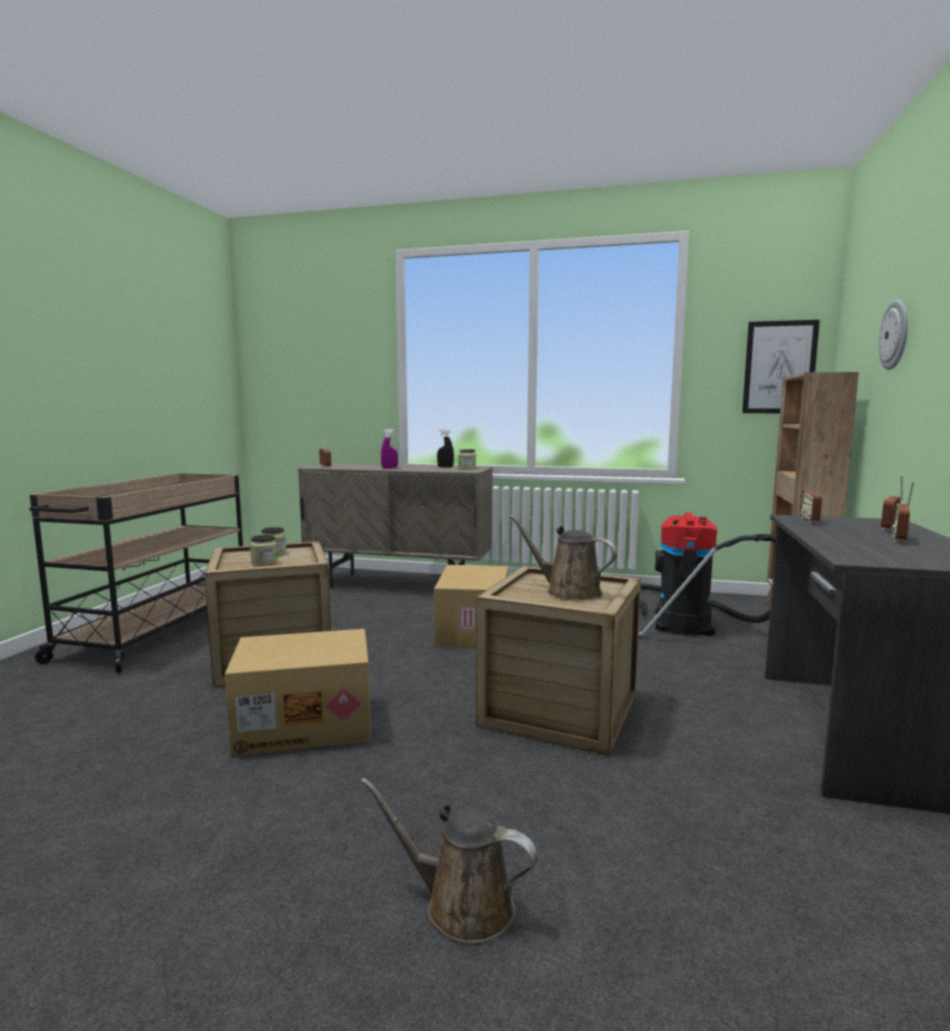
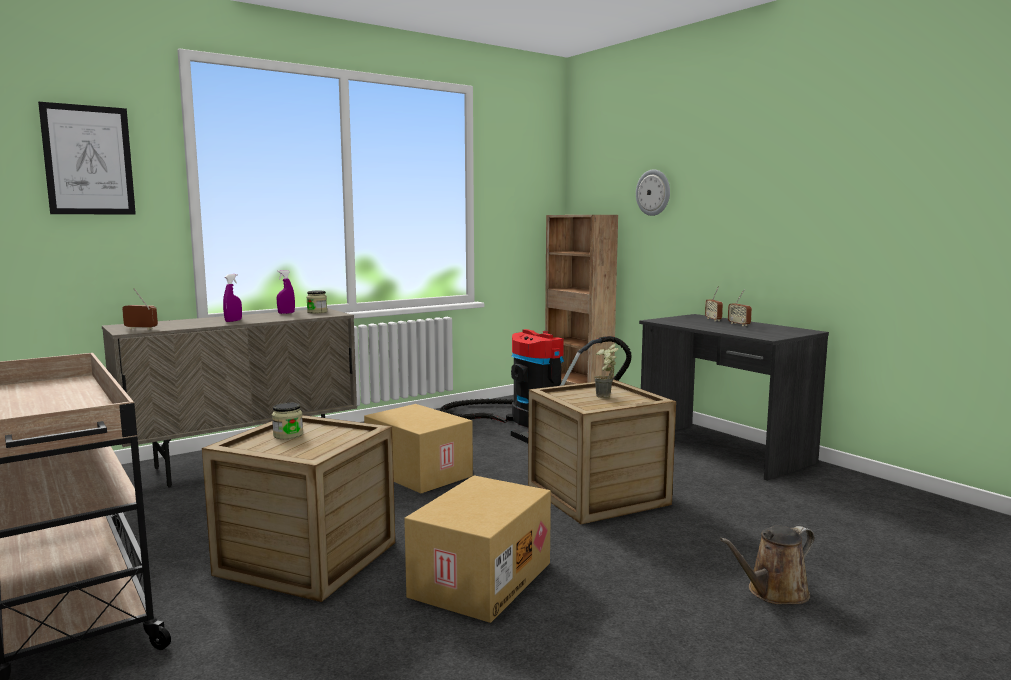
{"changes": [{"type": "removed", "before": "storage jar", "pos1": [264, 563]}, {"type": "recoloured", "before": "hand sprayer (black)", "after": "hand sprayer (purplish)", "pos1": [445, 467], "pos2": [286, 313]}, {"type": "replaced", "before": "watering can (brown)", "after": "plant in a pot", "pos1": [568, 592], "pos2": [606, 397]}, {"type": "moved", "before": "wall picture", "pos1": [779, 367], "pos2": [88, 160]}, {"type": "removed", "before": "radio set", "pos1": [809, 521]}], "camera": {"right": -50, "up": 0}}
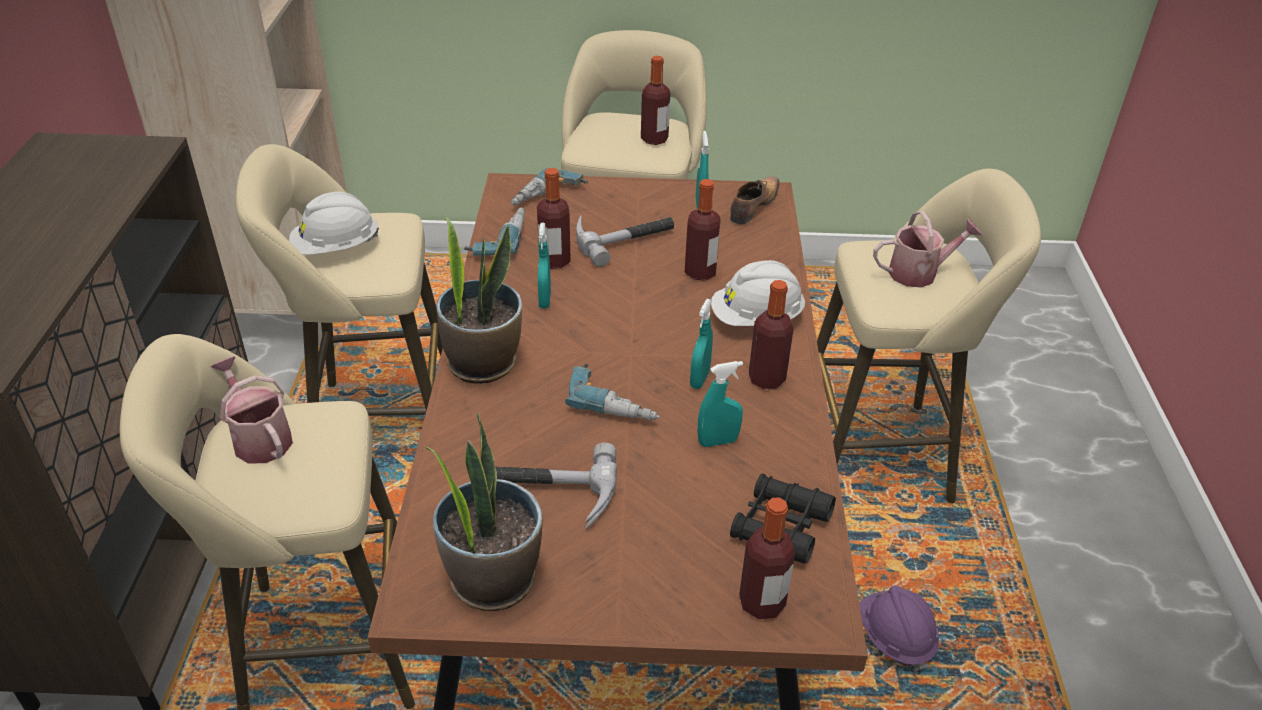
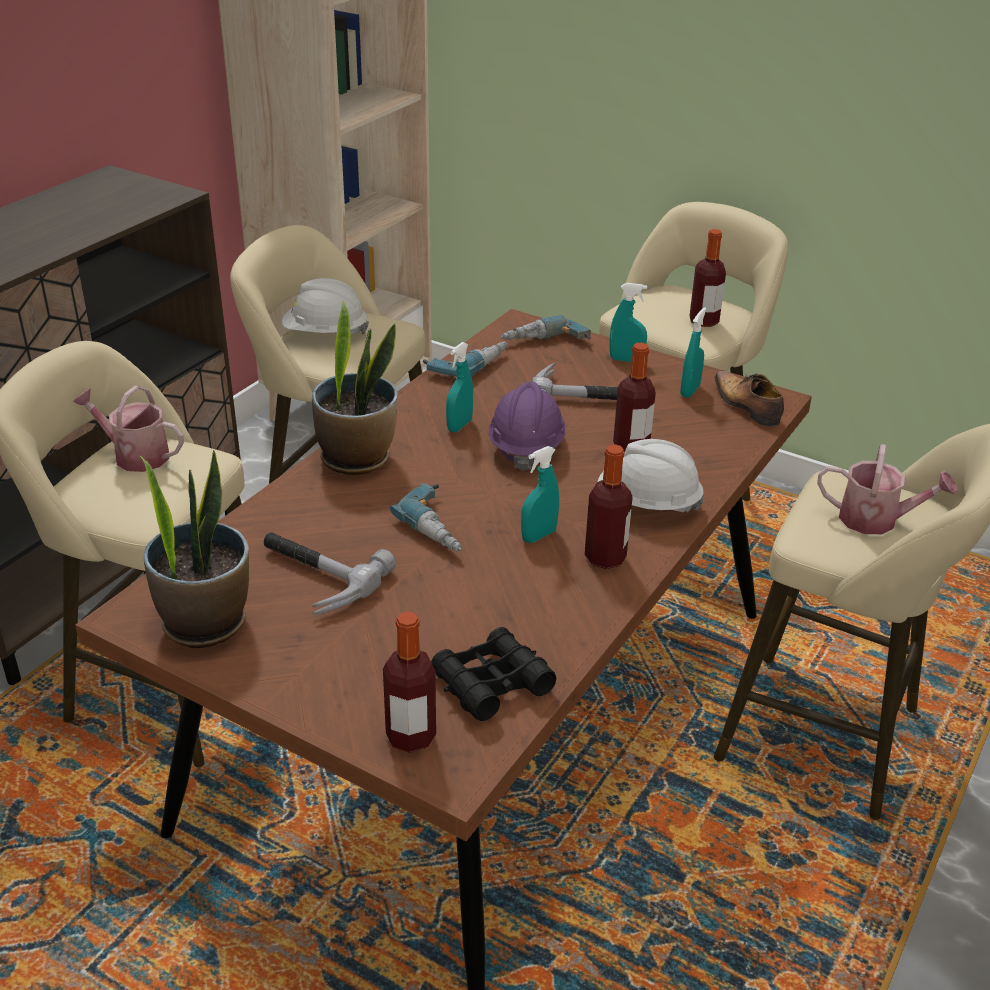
{"changes": [{"type": "turned", "before": "watering can", "pos1": [259, 438], "pos2": [135, 455], "turn": -60}, {"type": "removed", "before": "bottle", "pos1": [554, 261]}, {"type": "moved", "before": "hand sprayer (turquoise)", "pos1": [718, 441], "pos2": [626, 360]}, {"type": "turned", "before": "low shoe", "pos1": [753, 206], "pos2": [746, 406], "turn": -90}, {"type": "moved", "before": "hard hat (purplish)", "pos1": [894, 637], "pos2": [526, 447]}], "camera": {"right": 30, "up": -5}}
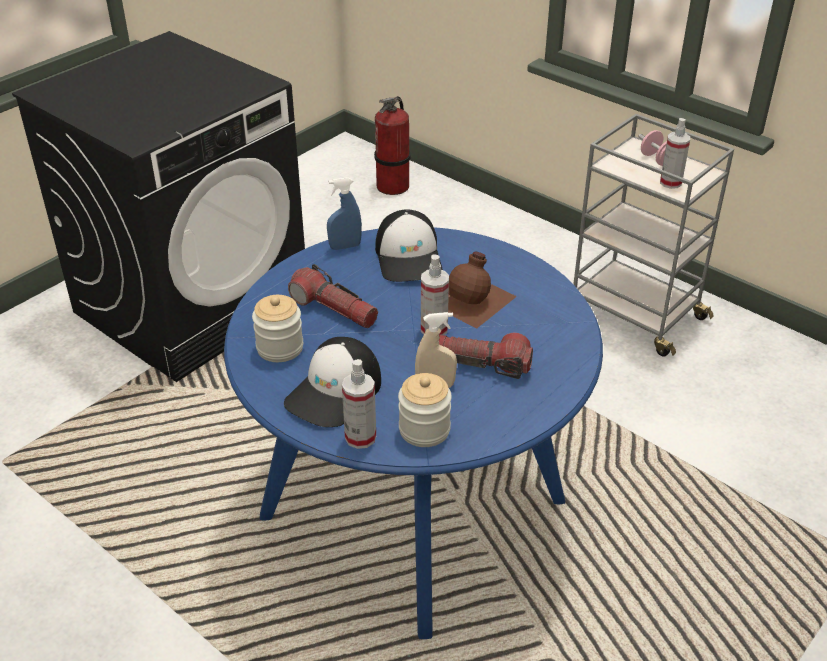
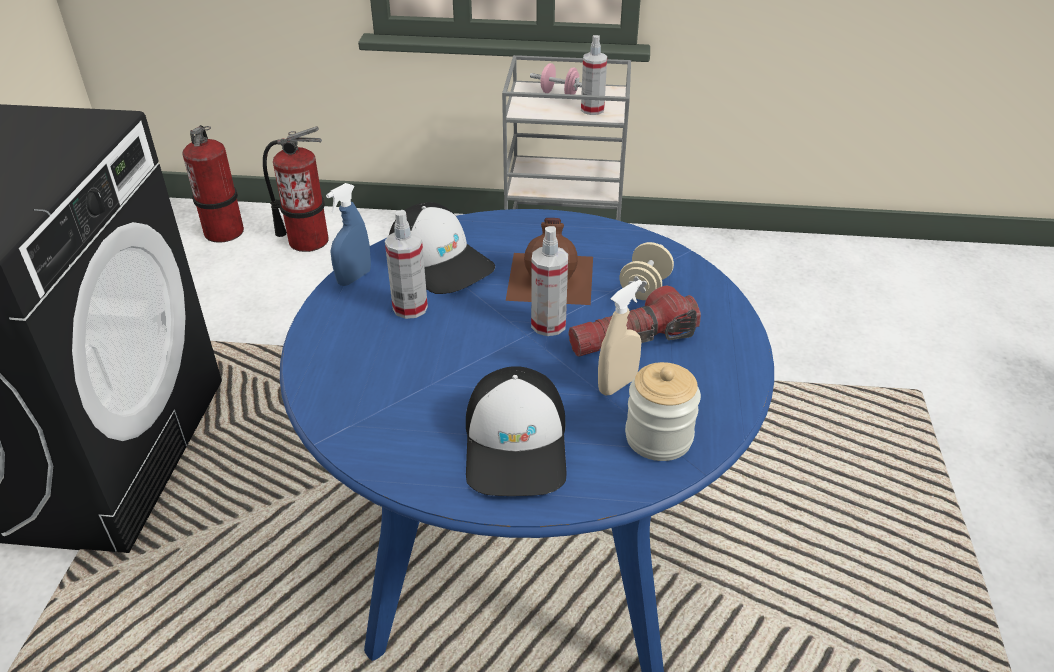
{"changes": [{"type": "removed", "before": "storage jar", "pos1": [280, 348]}, {"type": "removed", "before": "flashlight", "pos1": [334, 309]}, {"type": "moved", "before": "hand sprayer", "pos1": [360, 437], "pos2": [410, 308]}, {"type": "added", "after": "fire extinguisher", "pos2": [308, 240]}, {"type": "added", "after": "dumbbell (beige-coloured)", "pos2": [645, 288]}], "camera": {"right": -35, "up": 0}}
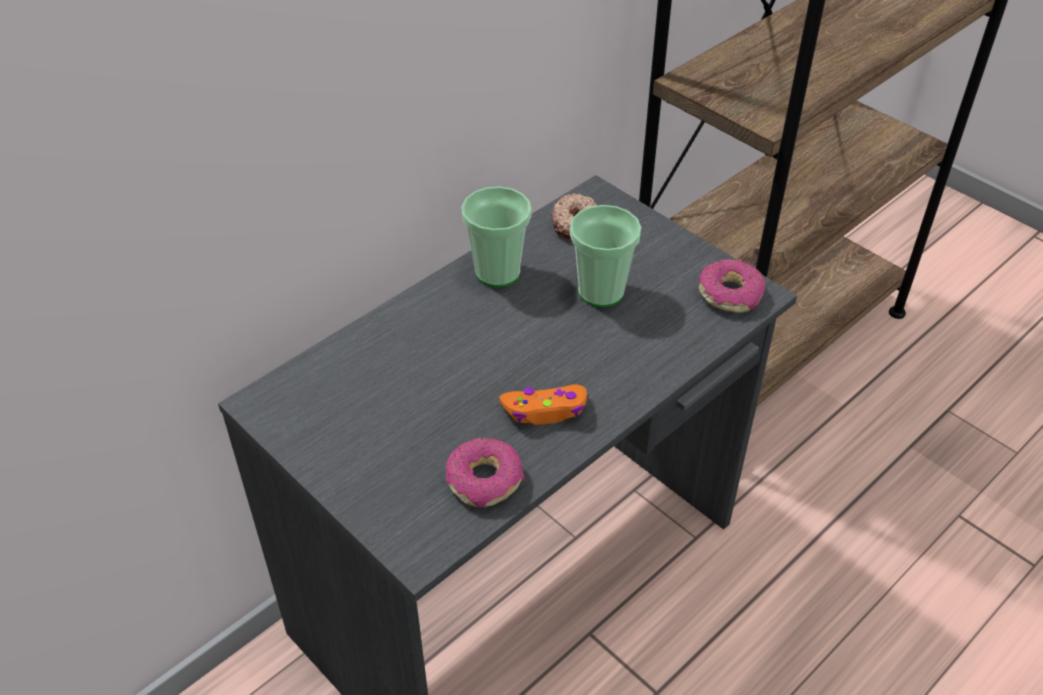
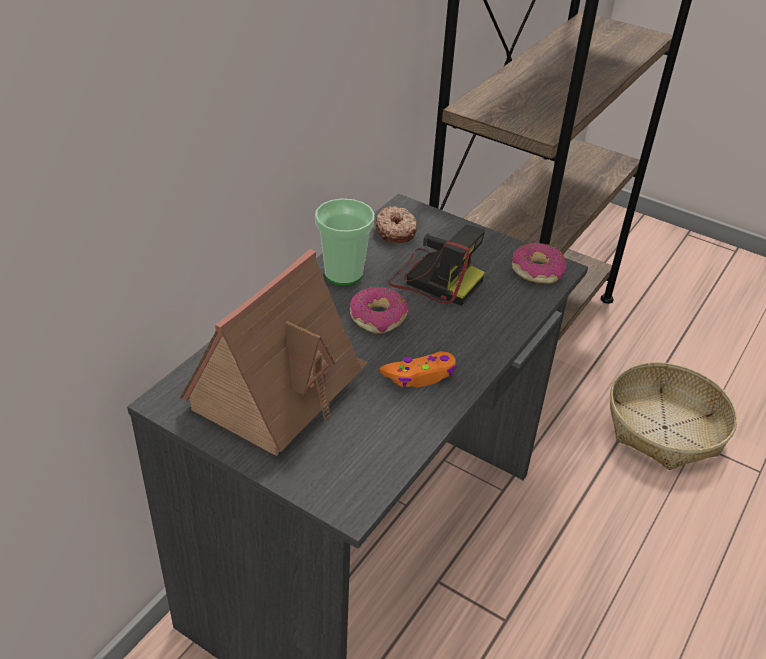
{"changes": [{"type": "moved", "before": "ring doughnut", "pos1": [485, 480], "pos2": [378, 317]}, {"type": "replaced", "before": "cup", "after": "photo camera", "pos1": [601, 291], "pos2": [434, 279]}, {"type": "added", "after": "miniature house", "pos2": [279, 389]}, {"type": "added", "after": "storage basket", "pos2": [665, 427]}], "camera": {"right": -15, "up": -5}}
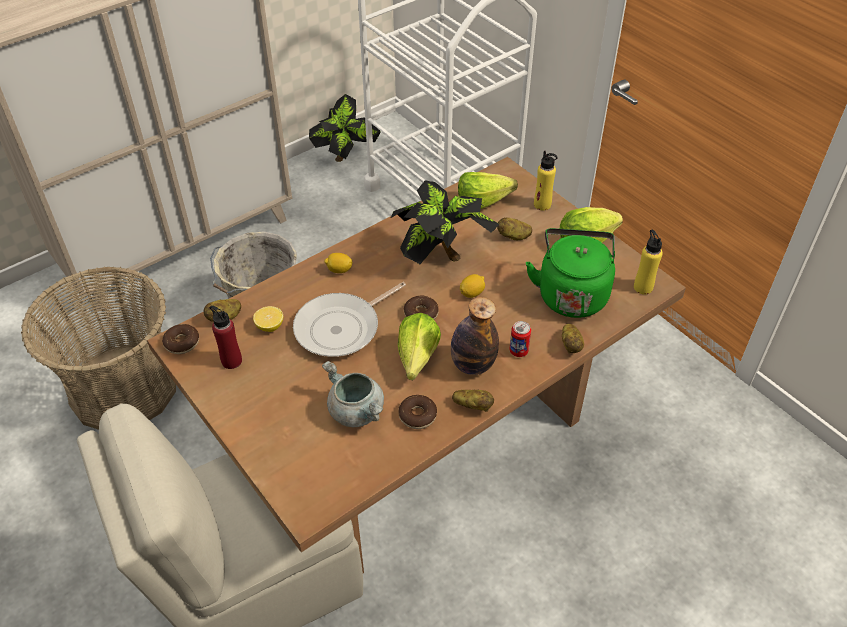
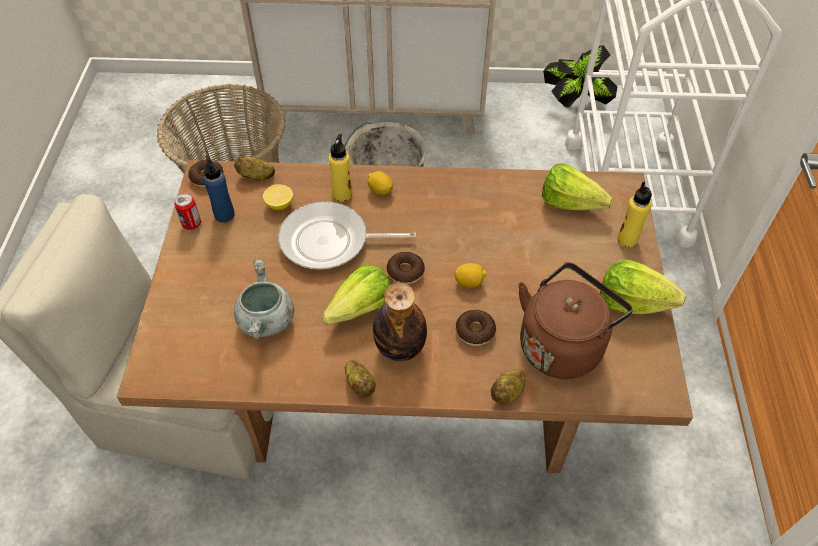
{"changes": [{"type": "recoloured", "before": "bottle (red)", "after": "bottle (blue)", "pos1": [231, 361], "pos2": [224, 214]}, {"type": "removed", "before": "plant in a pot", "pos1": [441, 257]}, {"type": "moved", "before": "ring doughnut", "pos1": [417, 415], "pos2": [475, 331]}, {"type": "removed", "before": "whole potato", "pos1": [513, 236]}, {"type": "moved", "before": "can", "pos1": [518, 351], "pos2": [191, 224]}, {"type": "recoloured", "before": "water kettle (greenish)", "after": "water kettle (brown)", "pos1": [571, 293], "pos2": [562, 344]}, {"type": "moved", "before": "bottle (yellow)", "pos1": [643, 287], "pos2": [342, 194]}], "camera": {"right": 40, "up": 5}}
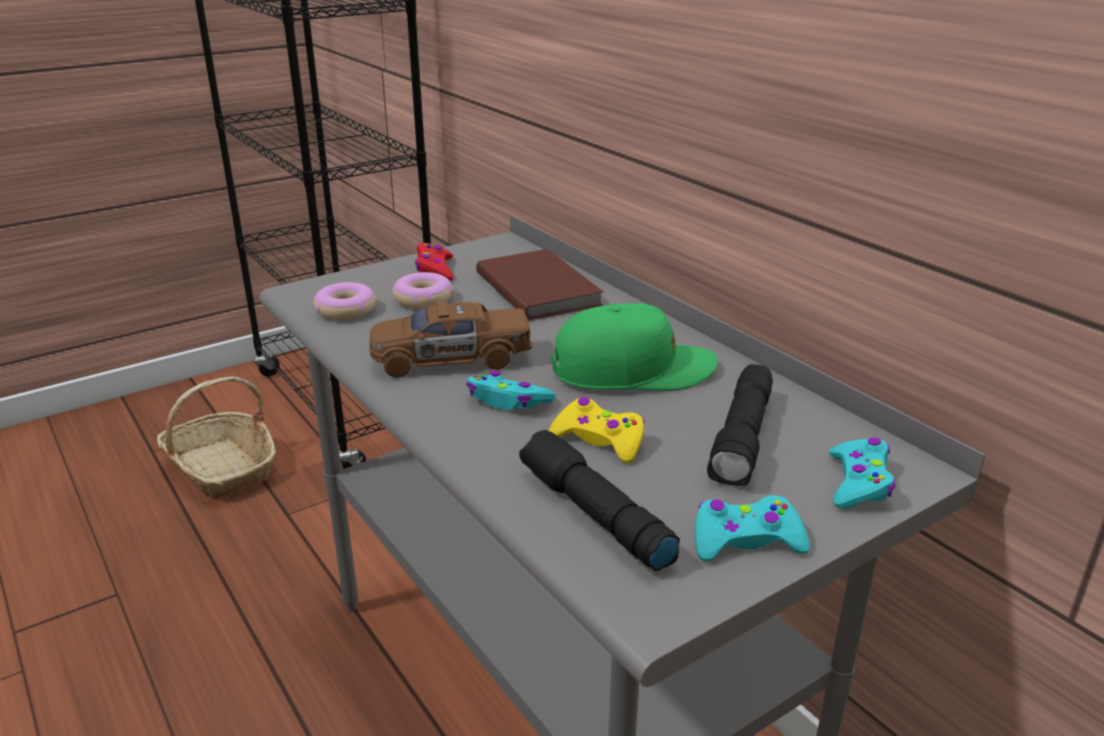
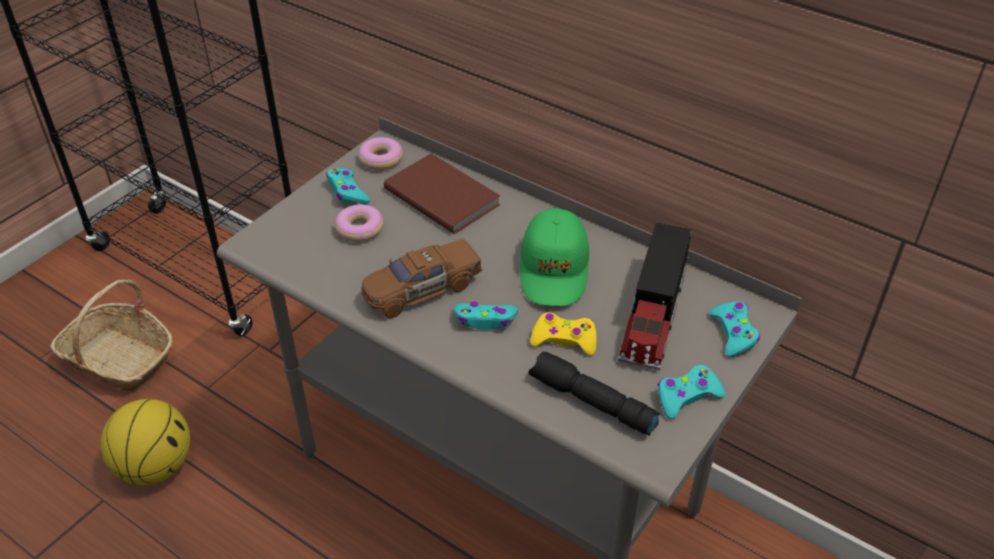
{"changes": [{"type": "moved", "before": "ring doughnut", "pos1": [346, 310], "pos2": [381, 159]}, {"type": "recoloured", "before": "joypad (red)", "after": "joypad (turquoise)", "pos1": [435, 270], "pos2": [347, 192]}, {"type": "turned", "before": "cap (greenish)", "pos1": [632, 370], "pos2": [554, 268], "turn": 120}, {"type": "replaced", "before": "flashlight (black)", "after": "model truck", "pos1": [743, 439], "pos2": [653, 315]}, {"type": "added", "after": "basketball ball", "pos2": [156, 466]}], "camera": {"right": -20, "up": 15}}
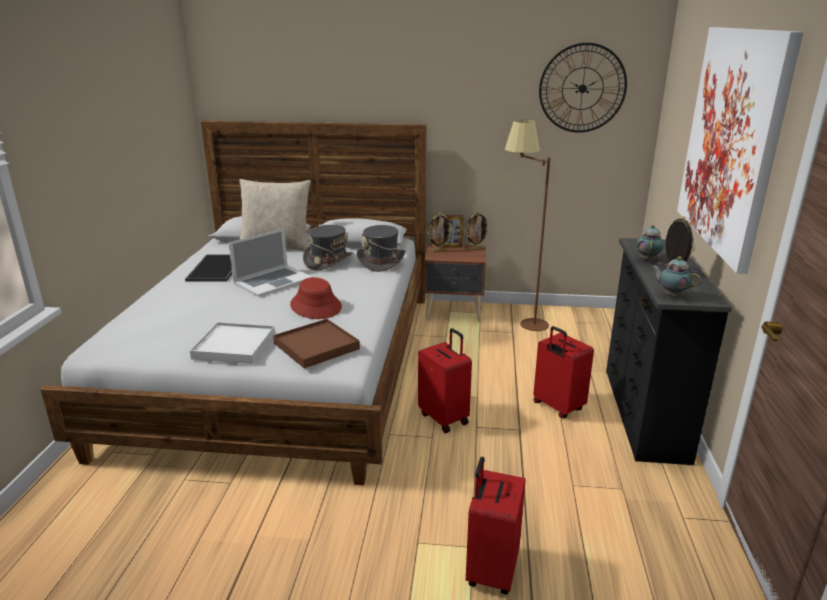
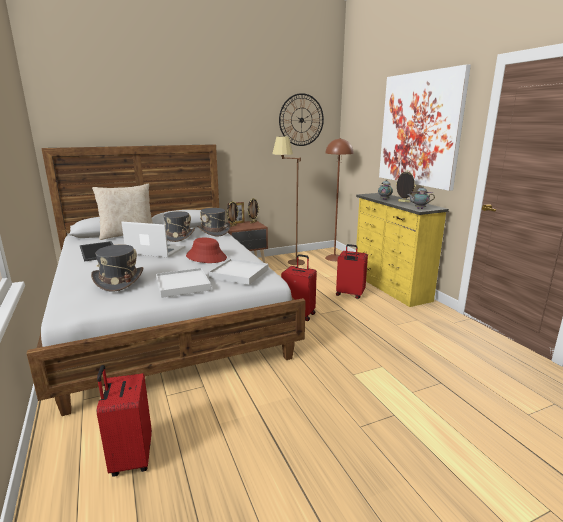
{"changes": [{"type": "turned", "before": "portable computer", "pos1": [273, 281], "pos2": [155, 250], "turn": -90}, {"type": "recoloured", "before": "carrying tray (brown)", "after": "carrying tray (white-coloured)", "pos1": [316, 346], "pos2": [239, 274]}, {"type": "moved", "before": "piece of luggage (red)", "pos1": [490, 570], "pos2": [130, 458]}, {"type": "recoloured", "before": "drawer chest (black)", "after": "drawer chest (yellow)", "pos1": [642, 413], "pos2": [390, 287]}, {"type": "added", "after": "hat (grey)", "pos2": [119, 281]}, {"type": "added", "after": "standard lamp (brown)", "pos2": [334, 258]}], "camera": {"right": -30, "up": -5}}
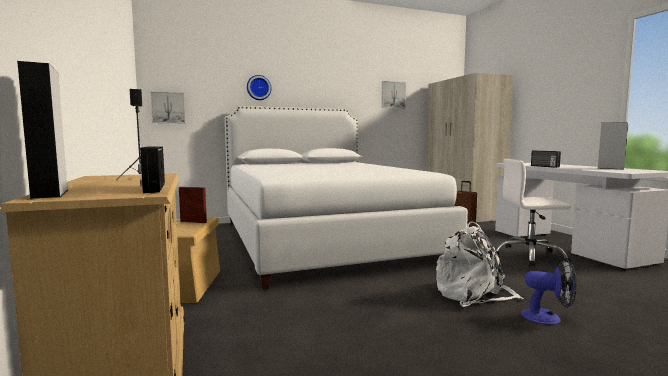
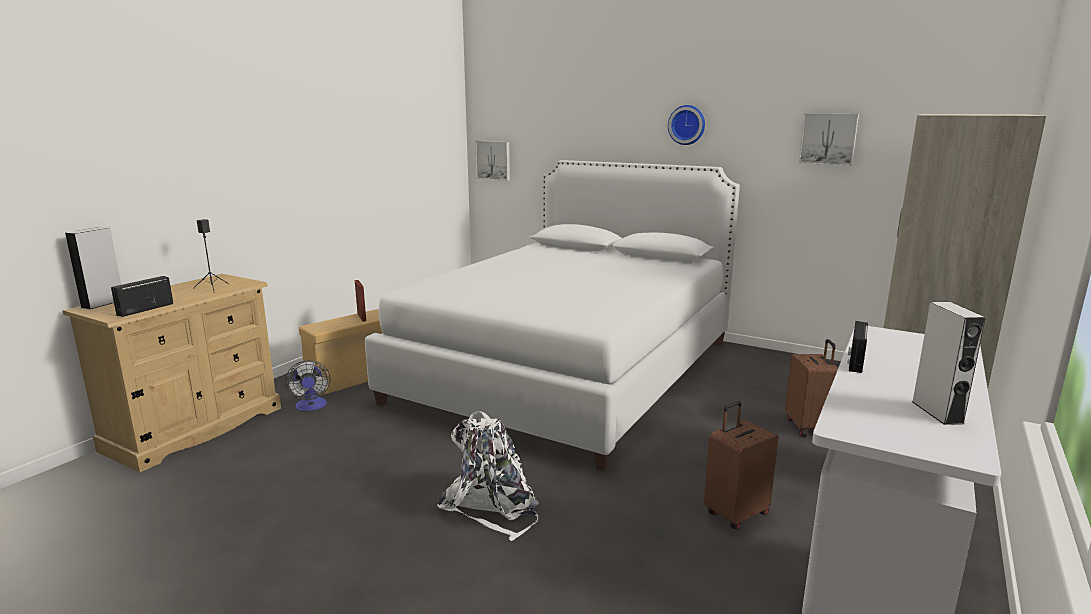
{"changes": [{"type": "moved", "before": "hanging clock", "pos1": [258, 88], "pos2": [687, 125]}, {"type": "replaced", "before": "computer chair (white-coloured)", "after": "piece of luggage (brown)", "pos1": [529, 256], "pos2": [735, 513]}, {"type": "moved", "before": "electric fan", "pos1": [548, 318], "pos2": [311, 406]}], "camera": {"right": 50, "up": 10}}
